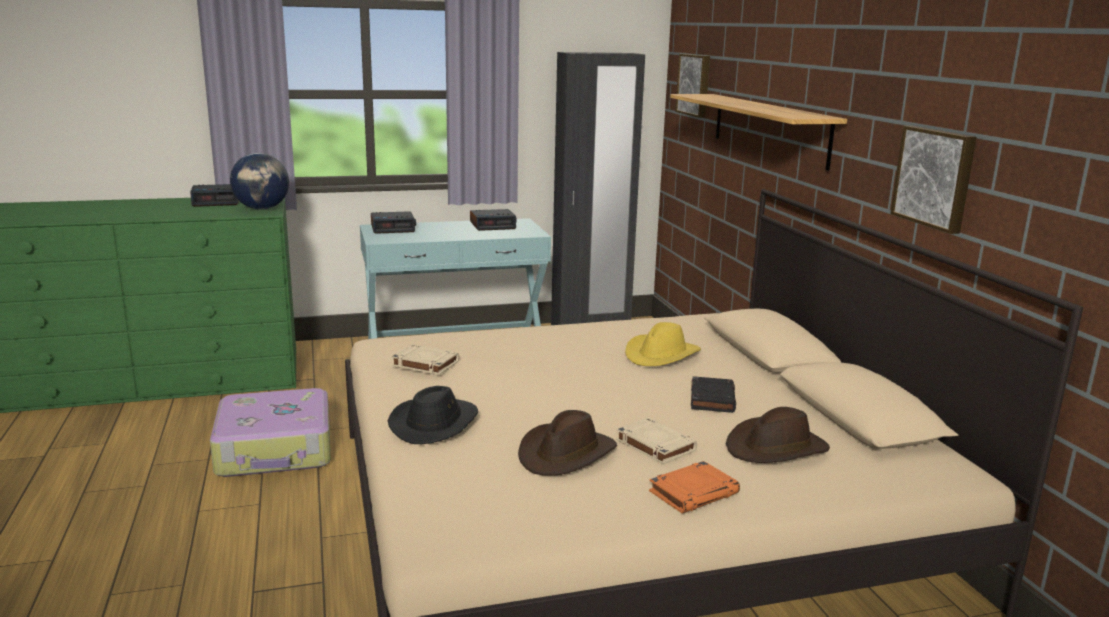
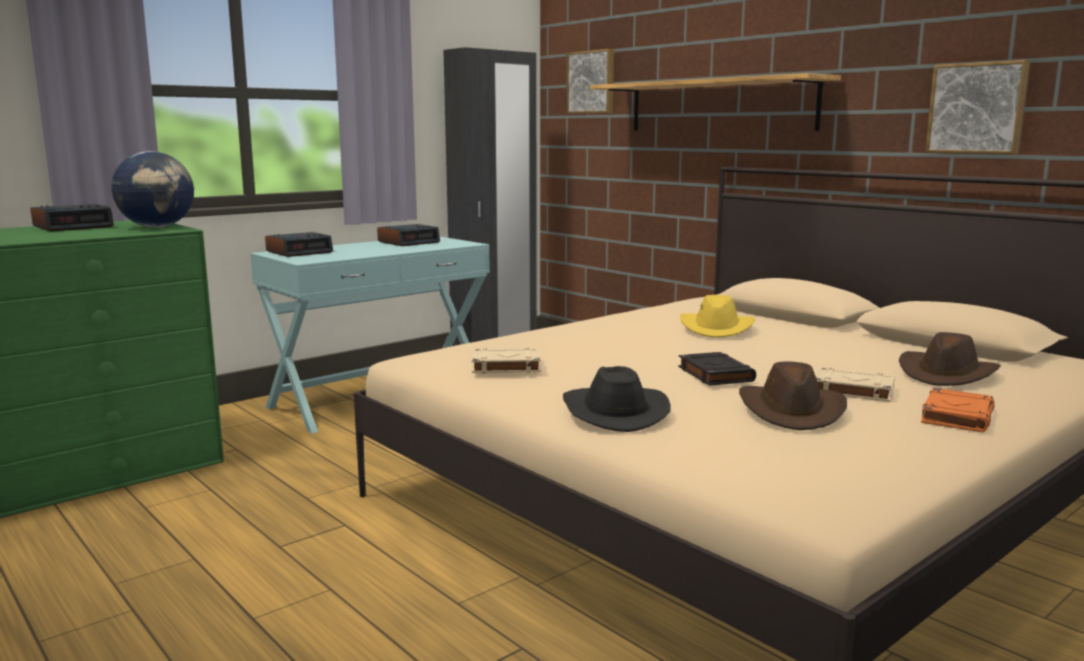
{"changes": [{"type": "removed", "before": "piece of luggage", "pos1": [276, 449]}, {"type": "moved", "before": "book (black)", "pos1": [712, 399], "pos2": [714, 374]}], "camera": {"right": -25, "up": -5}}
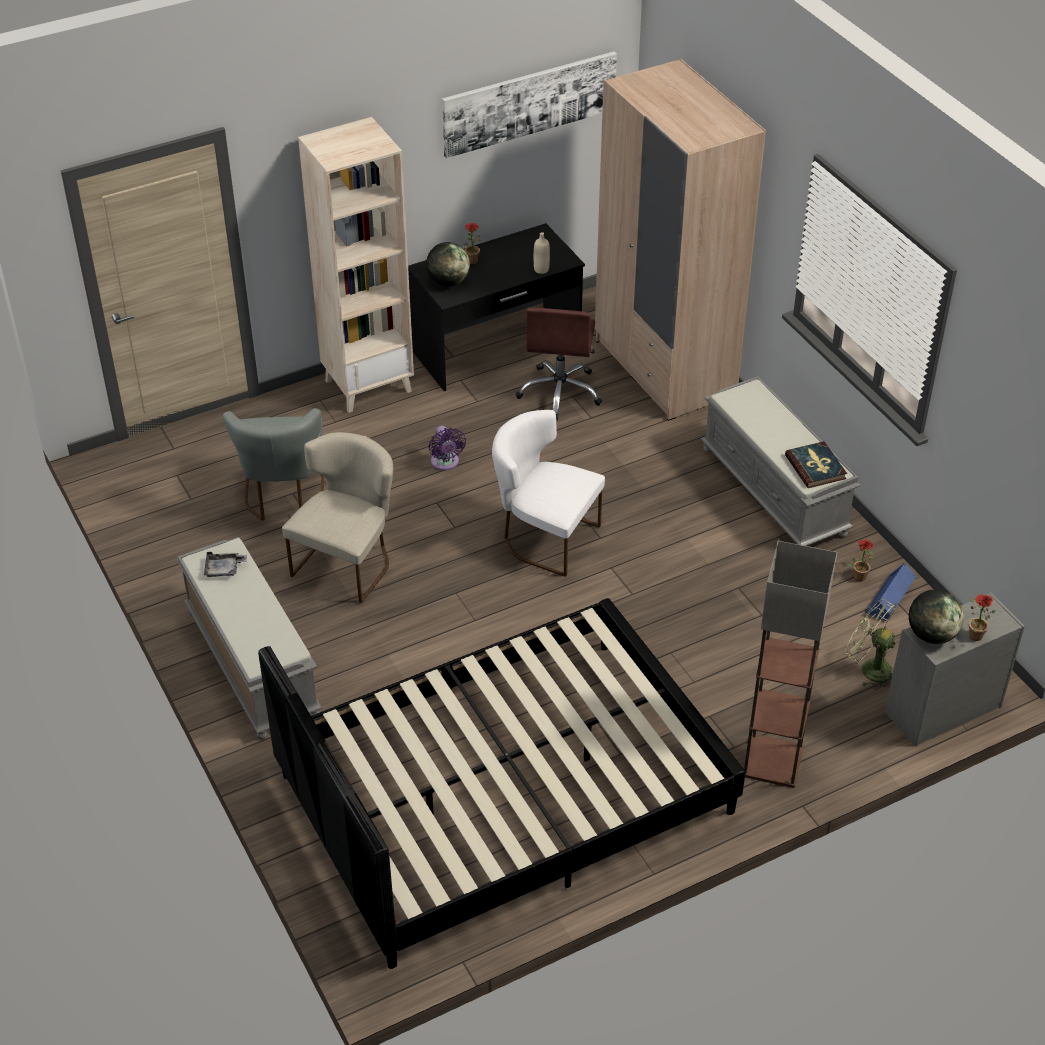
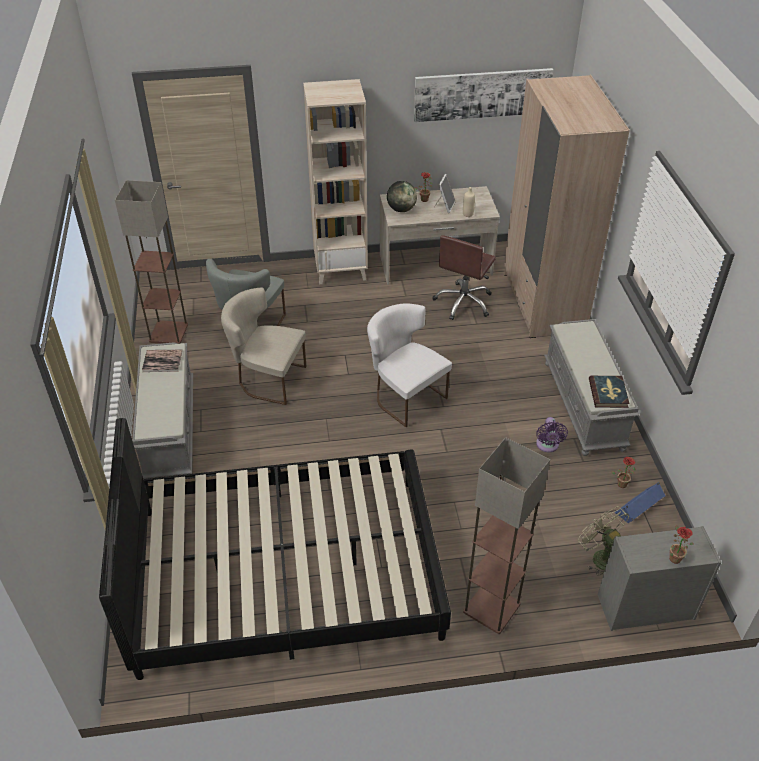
{"changes": [{"type": "replaced", "before": "carrying tray (grey)", "after": "book", "pos1": [224, 569], "pos2": [162, 361]}, {"type": "turned", "before": "chair (beige-coloured)", "pos1": [348, 561], "pos2": [267, 379], "turn": -120}, {"type": "recoloured", "before": "desk unit (black)", "after": "desk unit (beige-coloured)", "pos1": [496, 348], "pos2": [435, 265]}, {"type": "moved", "before": "electric fan (purplish)", "pos1": [445, 463], "pos2": [547, 446]}, {"type": "removed", "before": "desk globe", "pos1": [931, 635]}, {"type": "added", "after": "standard lamp", "pos2": [169, 333]}, {"type": "added", "after": "standing frame", "pos2": [444, 206]}], "camera": {"right": 20, "up": 0}}
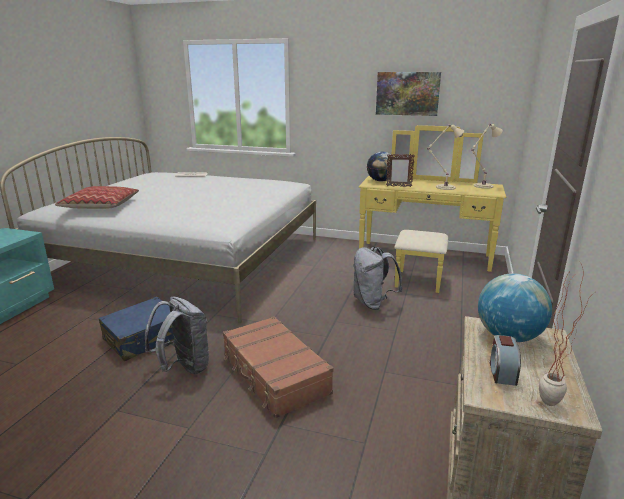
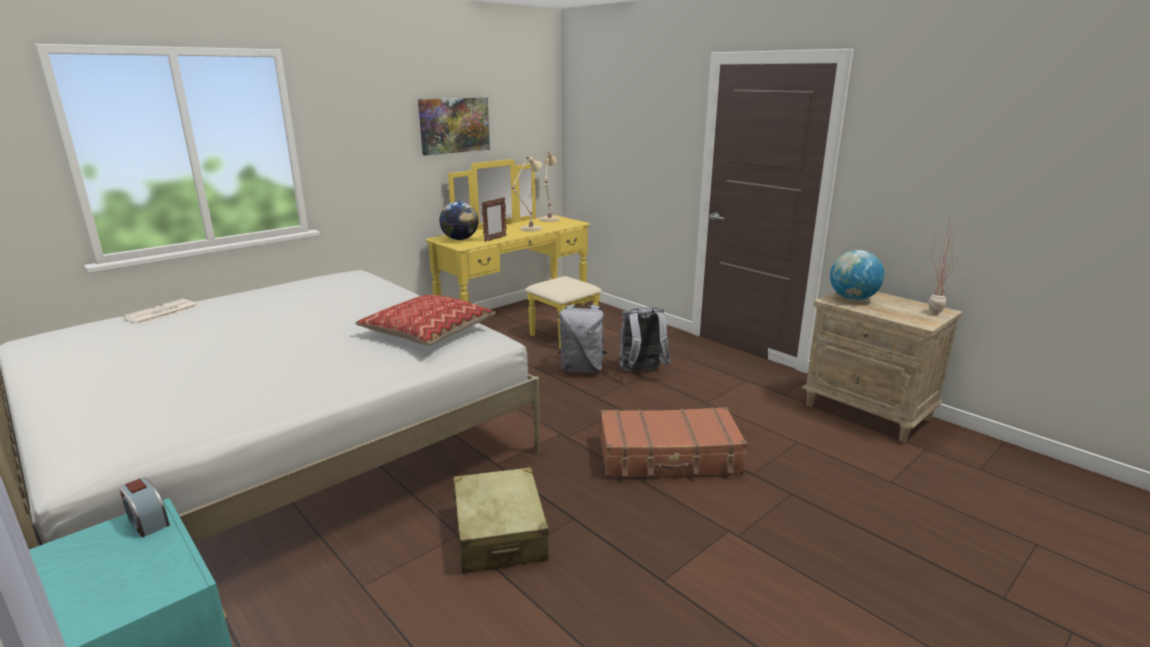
{"changes": [{"type": "moved", "before": "pillow", "pos1": [100, 205], "pos2": [428, 332]}, {"type": "recoloured", "before": "piece of luggage (blue)", "after": "piece of luggage (beige-coloured)", "pos1": [144, 338], "pos2": [500, 533]}, {"type": "moved", "before": "backpack (grey)", "pos1": [183, 367], "pos2": [641, 372]}, {"type": "moved", "before": "alarm clock", "pos1": [502, 372], "pos2": [148, 522]}], "camera": {"right": -60, "up": 0}}
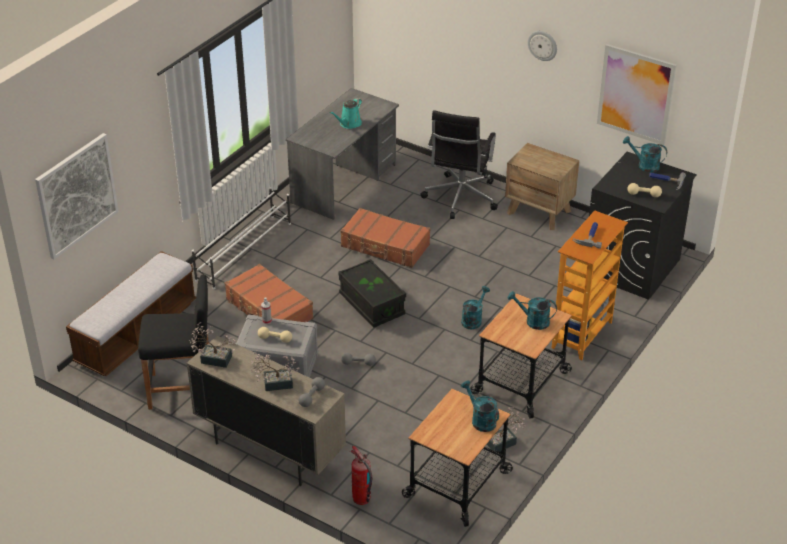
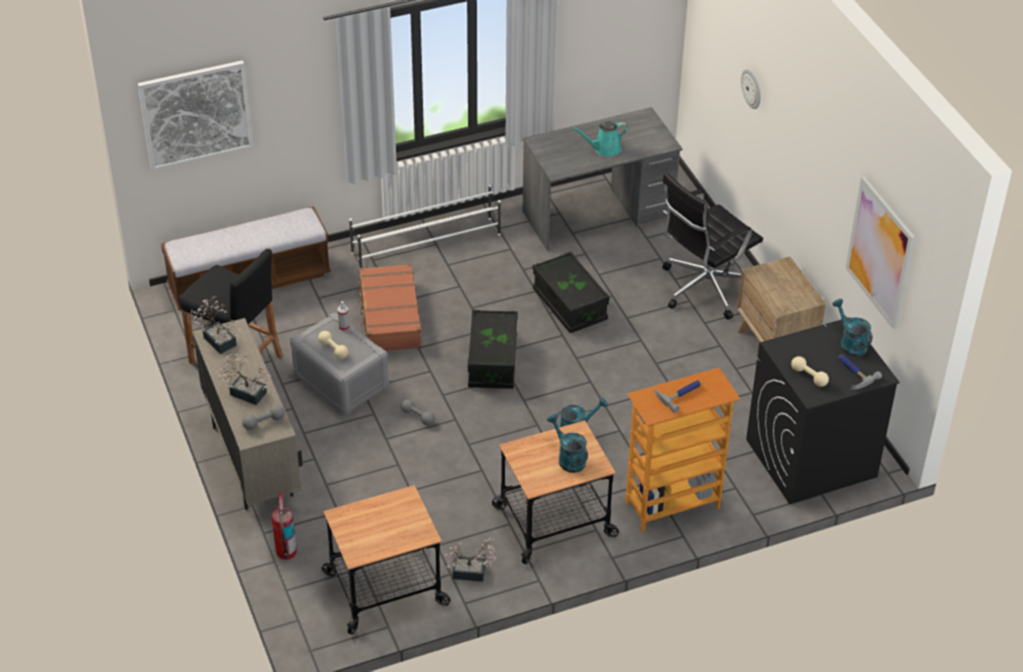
{"changes": [{"type": "replaced", "before": "piece of luggage (brown)", "after": "storage box (black)", "pos1": [385, 246], "pos2": [569, 305]}, {"type": "removed", "before": "watering can (turquoise)", "pos1": [480, 420]}, {"type": "moved", "before": "hanging clock", "pos1": [542, 45], "pos2": [752, 88]}], "camera": {"right": 35, "up": 5}}
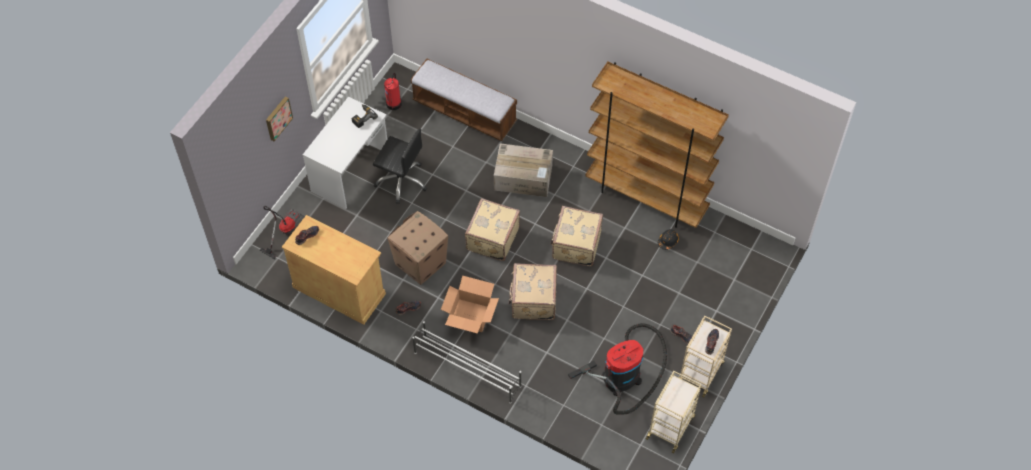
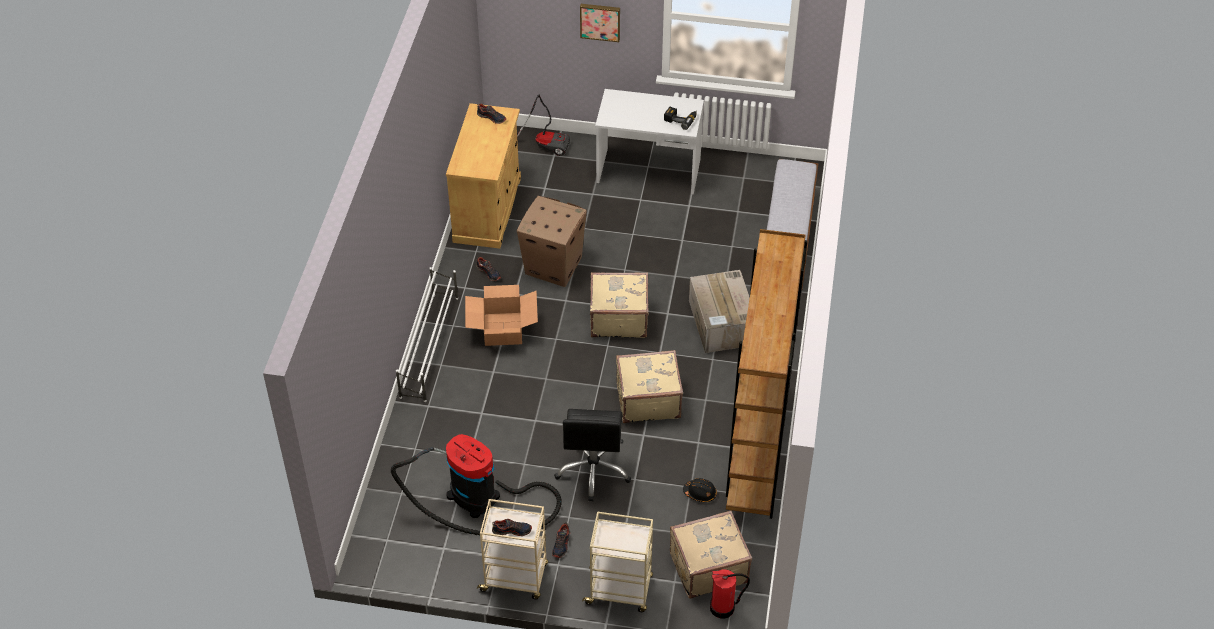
{"changes": [{"type": "moved", "before": "computer chair (black)", "pos1": [401, 181], "pos2": [593, 470]}, {"type": "moved", "before": "fire extinguisher", "pos1": [394, 103], "pos2": [723, 608]}, {"type": "moved", "before": "piece of luggage (beige-coloured)", "pos1": [533, 300], "pos2": [707, 567]}, {"type": "moved", "before": "wheeled cart (beige-coloured)", "pos1": [670, 426], "pos2": [620, 590]}], "camera": {"right": 70, "up": -10}}
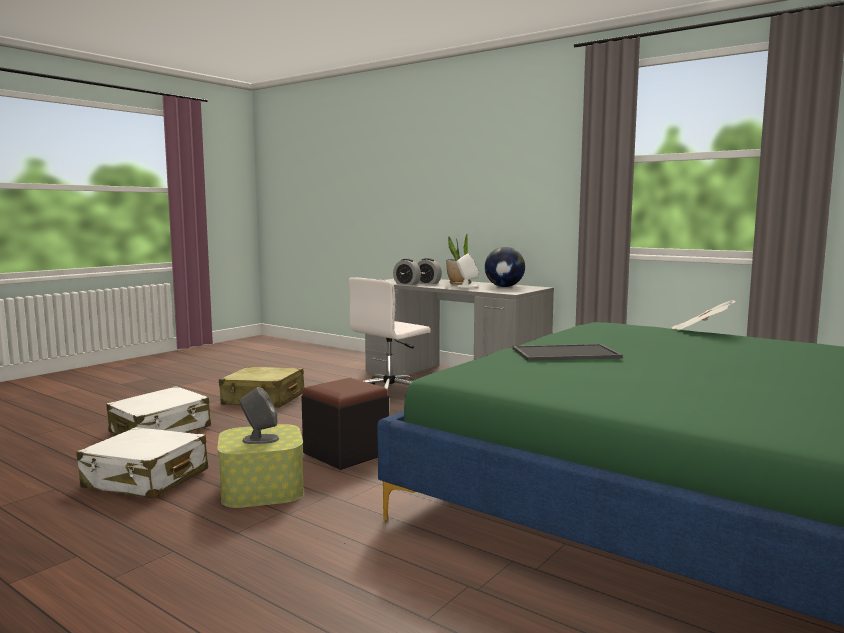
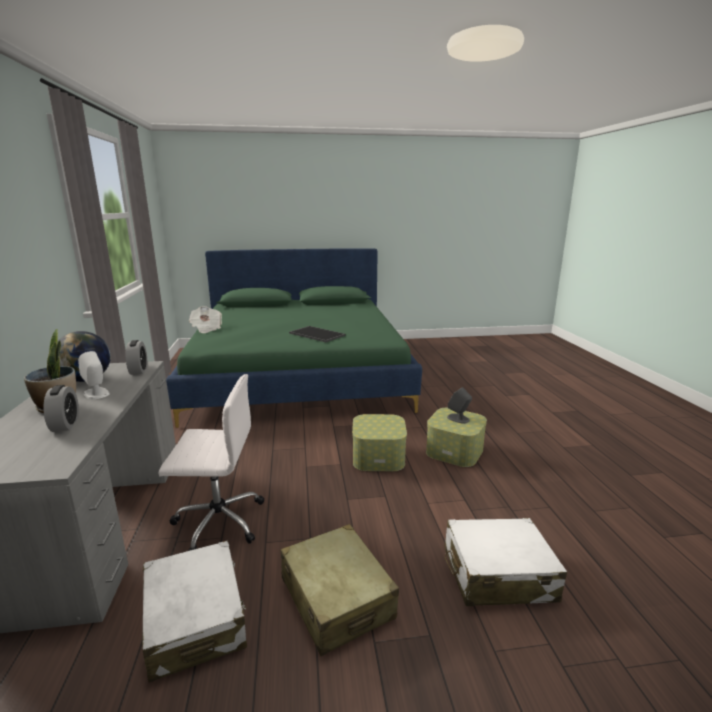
{"changes": [{"type": "moved", "before": "piece of luggage (white-coloured)", "pos1": [146, 479], "pos2": [195, 619]}, {"type": "replaced", "before": "pouffe (black)", "after": "storage box", "pos1": [346, 453], "pos2": [378, 456]}, {"type": "moved", "before": "alarm clock", "pos1": [407, 284], "pos2": [138, 370]}], "camera": {"right": -135, "up": 10}}
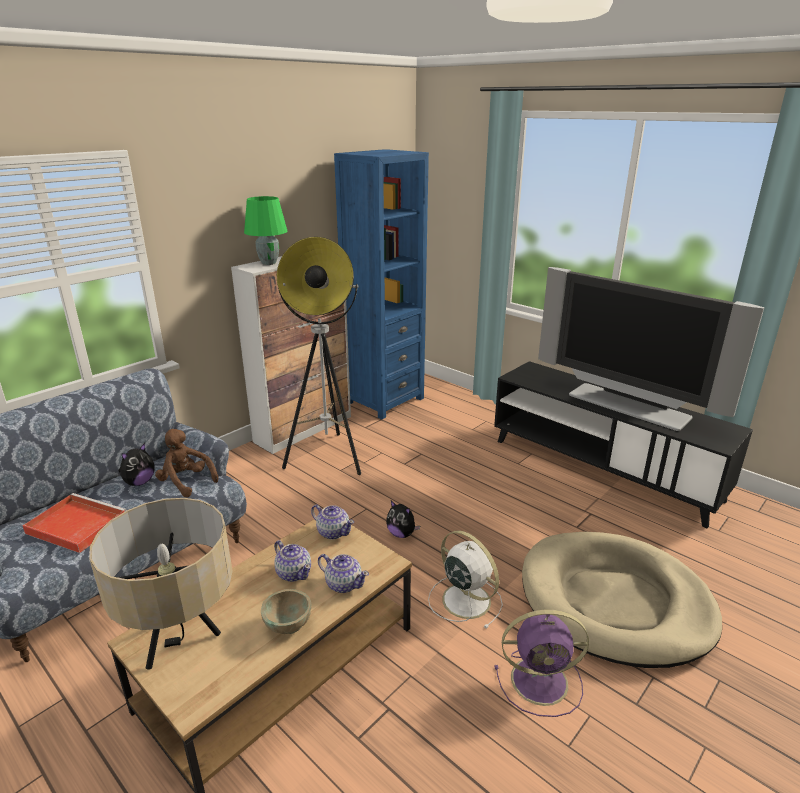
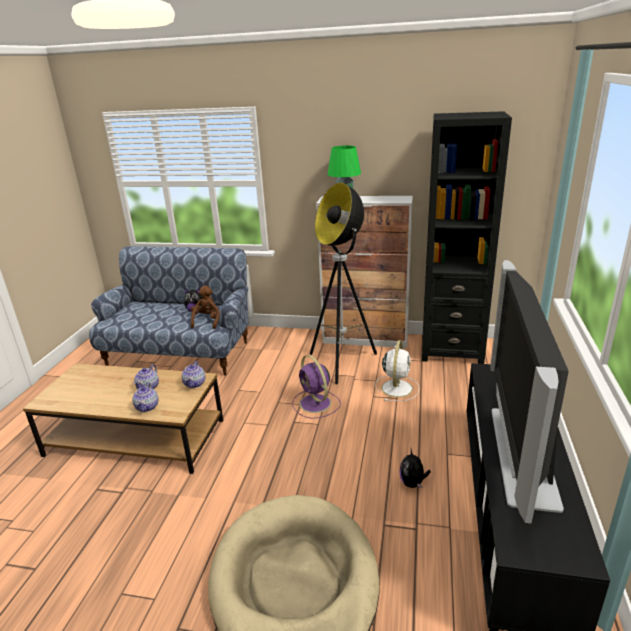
{"changes": [{"type": "removed", "before": "carrying tray (red)", "pos1": [75, 525]}, {"type": "removed", "before": "tabletop lamp (beige-coloured)", "pos1": [182, 641]}, {"type": "removed", "before": "serving bowl (beige-coloured)", "pos1": [287, 625]}, {"type": "recoloured", "before": "shelving unit (blue)", "after": "shelving unit (black)", "pos1": [384, 400], "pos2": [451, 350]}, {"type": "moved", "before": "plush toy", "pos1": [401, 534], "pos2": [413, 483]}, {"type": "moved", "before": "electric fan (white-coloured)", "pos1": [464, 599], "pos2": [397, 387]}, {"type": "moved", "before": "electric fan (purplish)", "pos1": [542, 681], "pos2": [316, 404]}], "camera": {"right": 60, "up": 0}}
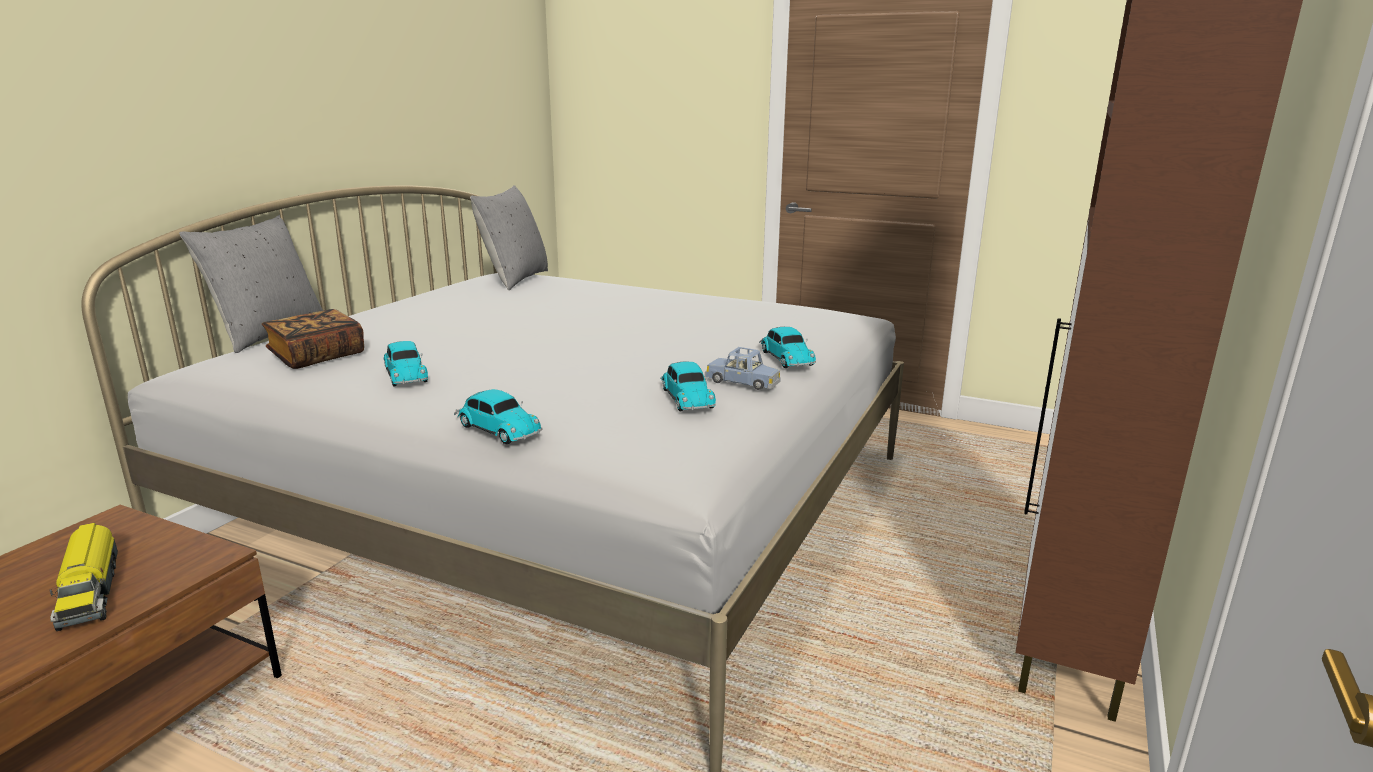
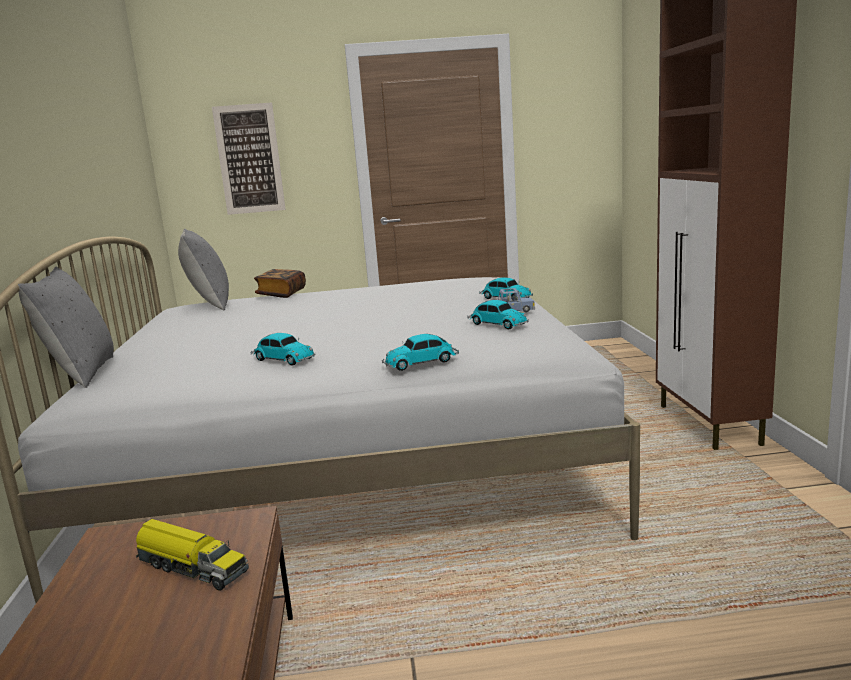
{"changes": [{"type": "moved", "before": "book", "pos1": [317, 356], "pos2": [281, 294]}, {"type": "turned", "before": "model car", "pos1": [497, 429], "pos2": [422, 362], "turn": 150}, {"type": "added", "after": "wall picture", "pos2": [249, 159]}], "camera": {"right": -30, "up": -5}}
